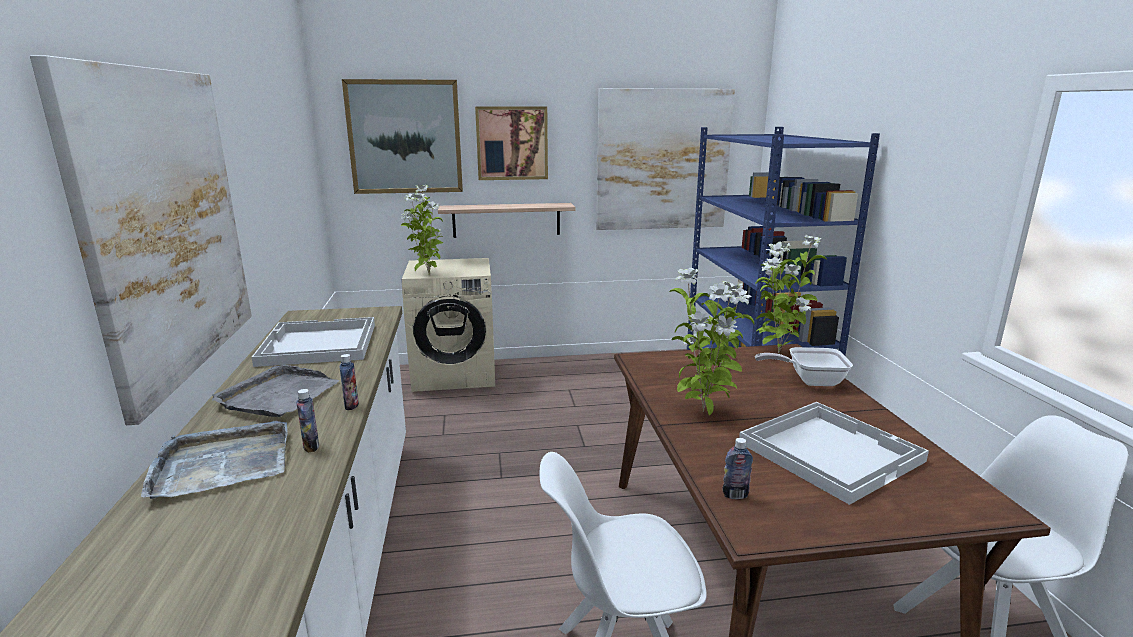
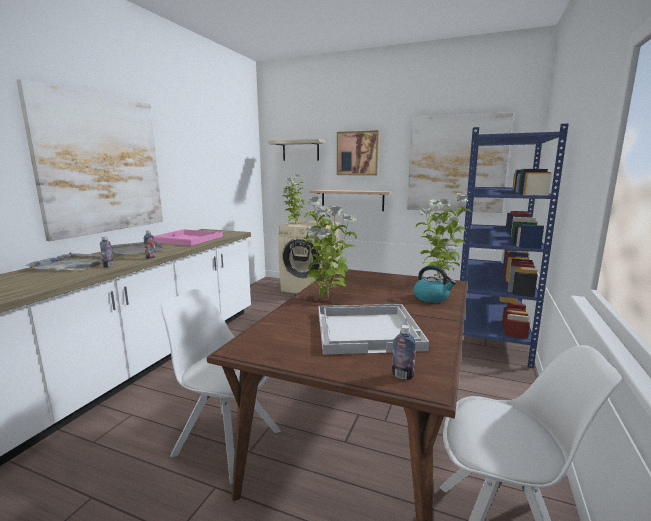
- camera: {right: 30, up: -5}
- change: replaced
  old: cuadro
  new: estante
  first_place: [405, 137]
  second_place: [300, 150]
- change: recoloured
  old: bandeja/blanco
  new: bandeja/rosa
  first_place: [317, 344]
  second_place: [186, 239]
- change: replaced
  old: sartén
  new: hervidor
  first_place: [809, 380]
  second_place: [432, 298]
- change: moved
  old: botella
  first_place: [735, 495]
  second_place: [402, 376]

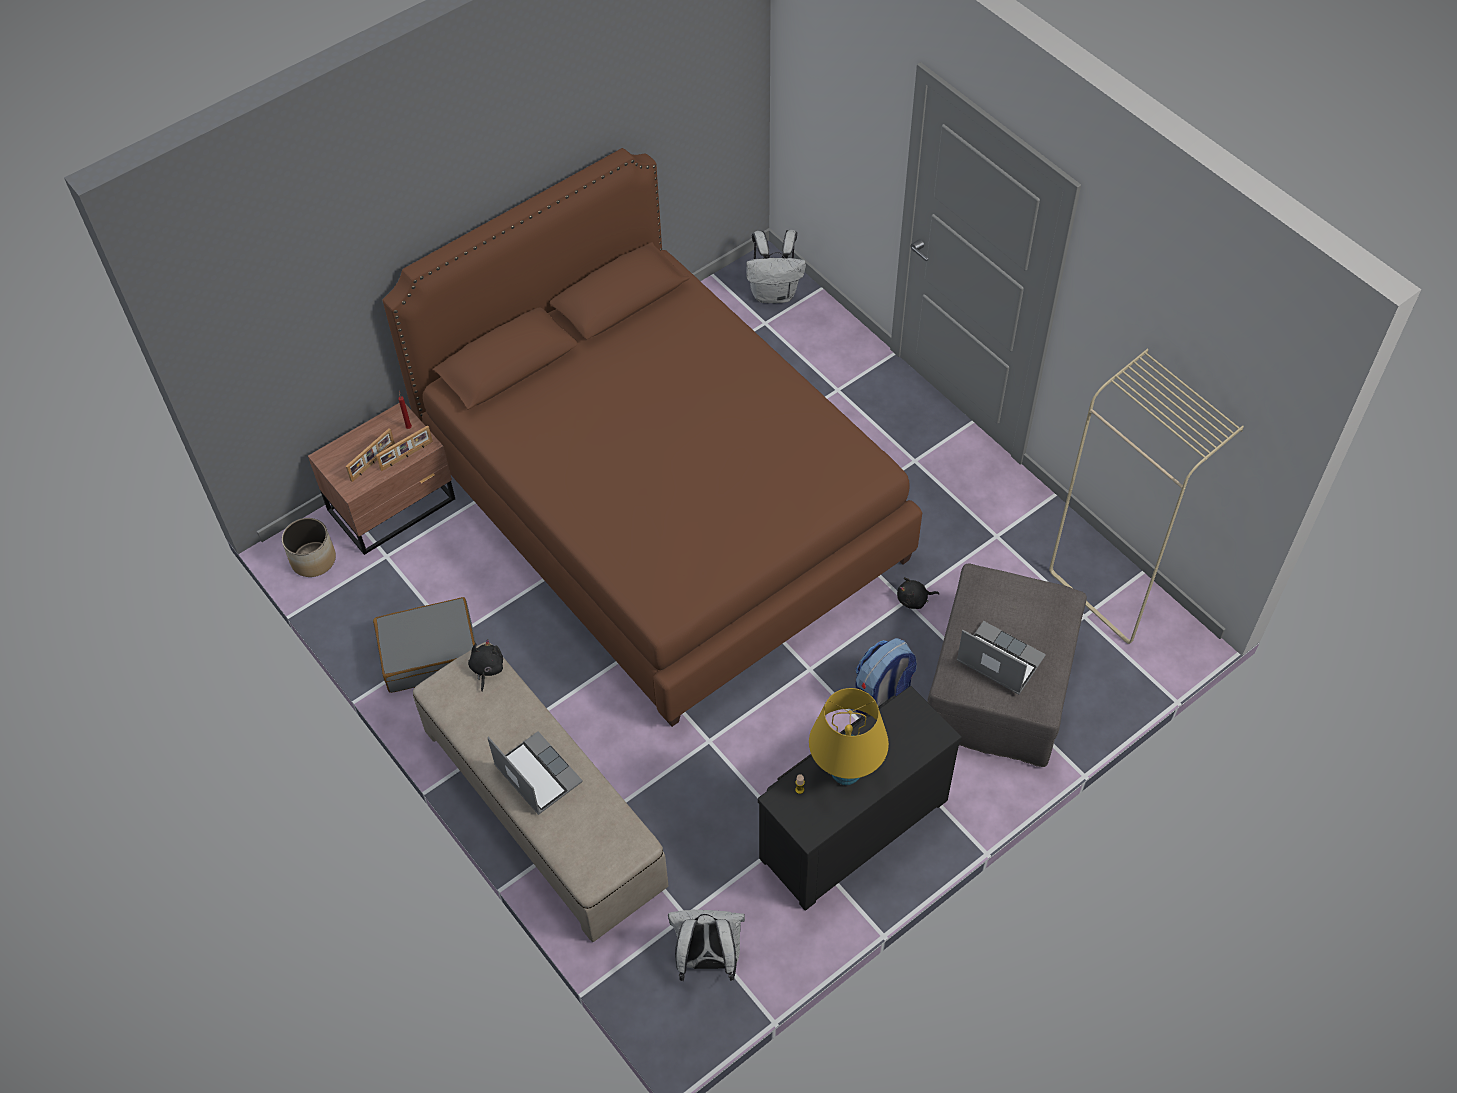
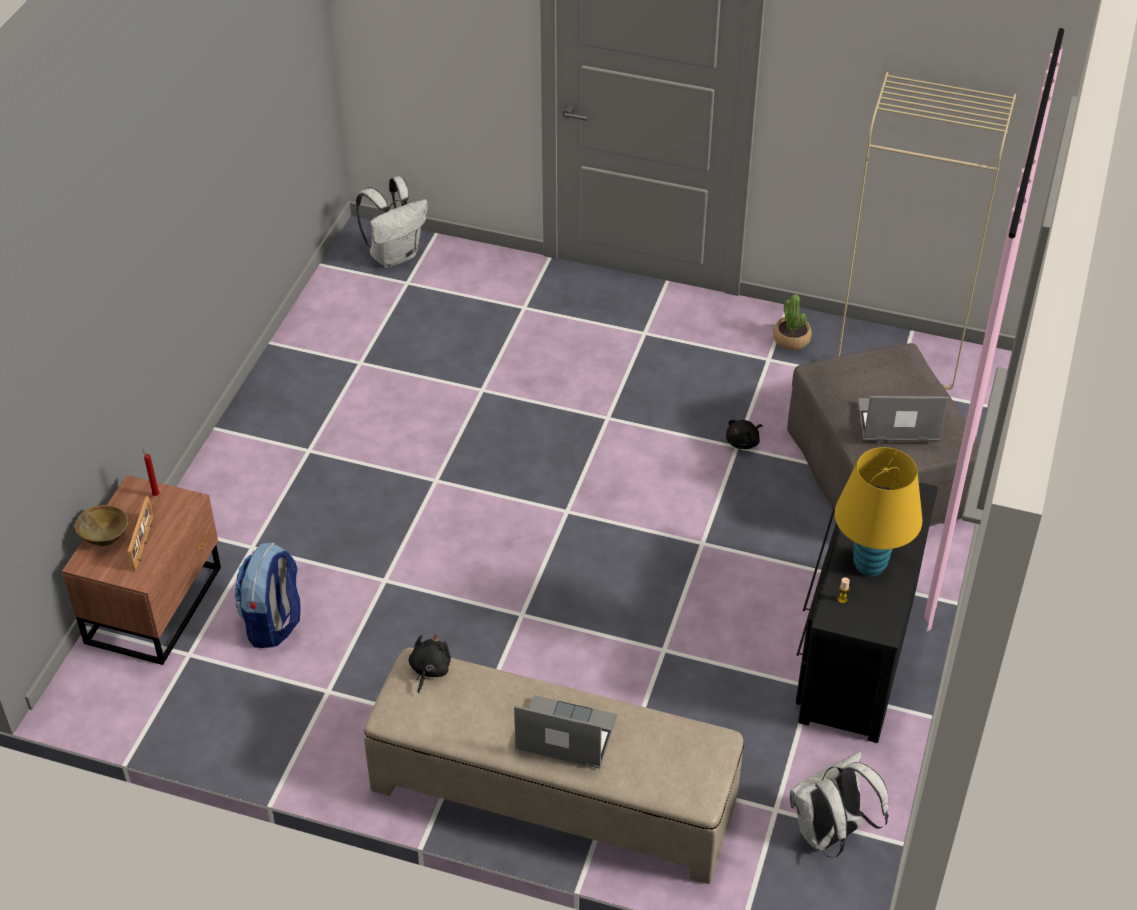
- camera: {right: -35, up: -10}
- change: removed
  old: cama/marrón
  first_place: [662, 505]
- change: removed
  old: portarretratos
  first_place: [407, 456]
- change: removed
  old: maceta
  first_place: [313, 559]
- change: removed
  old: maleta/gris
  first_place: [429, 653]
- change: moved
  old: mochila
  first_place: [882, 697]
  second_place: [273, 623]
- change: turned
  old: peluche/negro
  first_place: [487, 669]
  second_place: [429, 670]
  degrees: 45
- change: added
  new: planta en maceta
  second_place: [791, 339]
- change: added
  new: cuenco/marrón
  second_place: [106, 538]

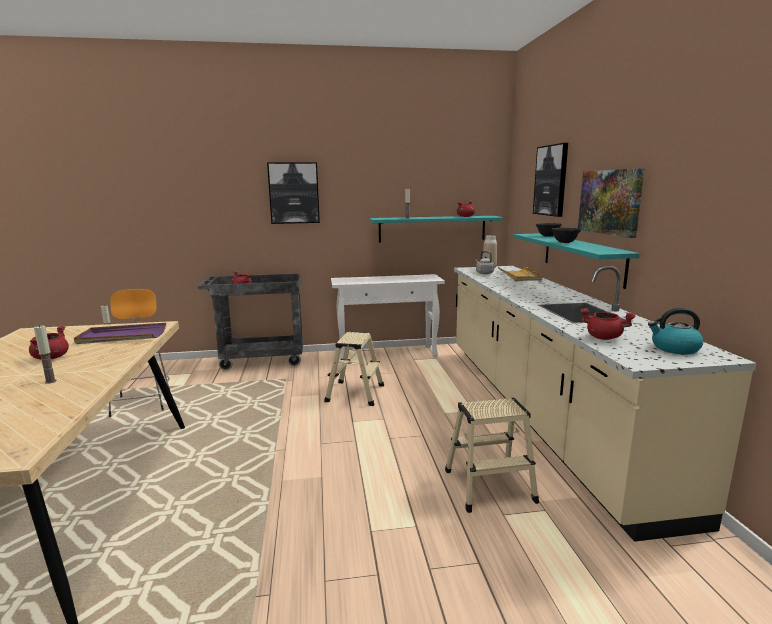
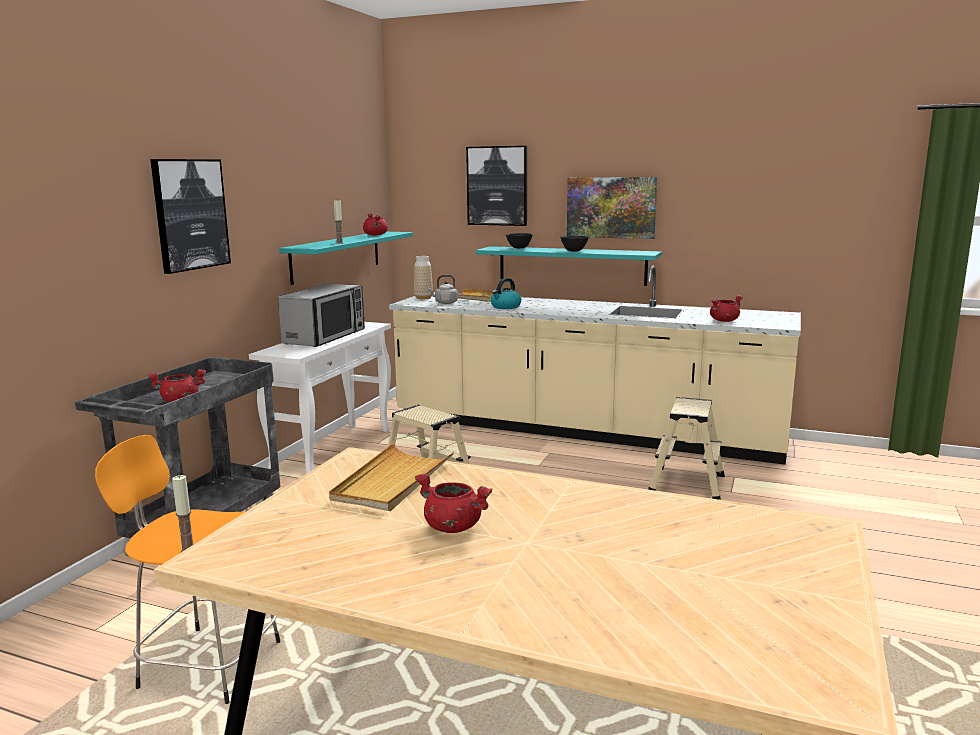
- camera: {right: -60, up: 0}
- change: moved
  old: hervidor
  first_place: [674, 348]
  second_place: [505, 307]
- change: recoloured
  old: bandeja/morado
  new: bandeja/beis
  first_place: [122, 336]
  second_place: [393, 481]
- change: removed
  old: vela
  first_place: [50, 381]
- change: added
  new: microondas
  second_place: [325, 337]

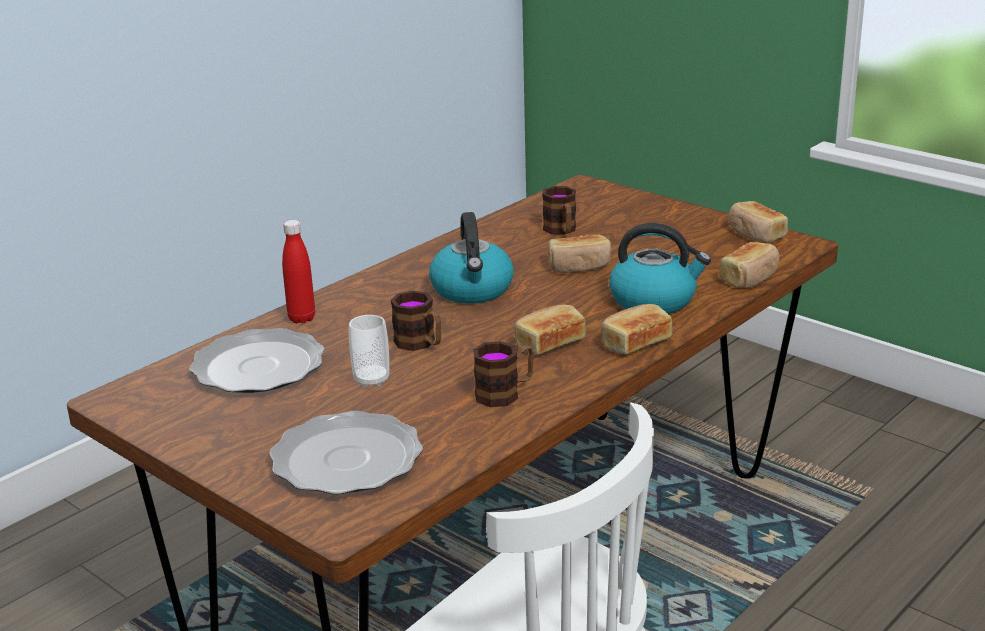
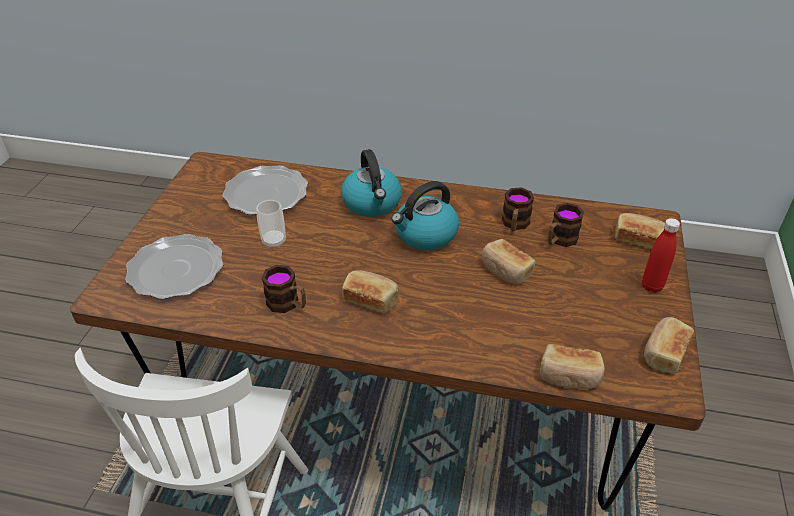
- camera: {right: 60, up: 15}
- change: moved
  old: botella/rojo
  first_place: [302, 318]
  second_place: [651, 286]
- change: moved
  old: hervidor
  first_place: [654, 300]
  second_place: [372, 203]
- change: moved
  old: taza grande
  first_place: [420, 344]
  second_place: [514, 225]
- change: moved
  old: pan
  first_place: [635, 343]
  second_place: [638, 239]

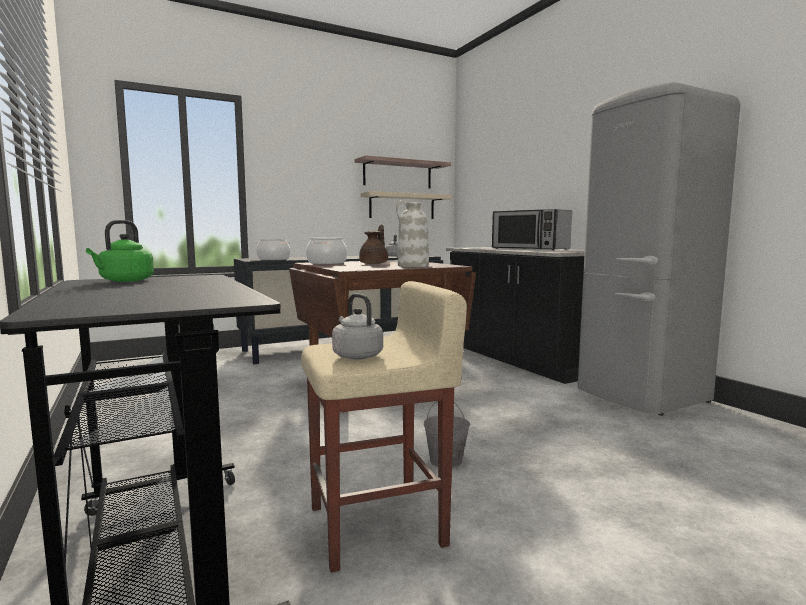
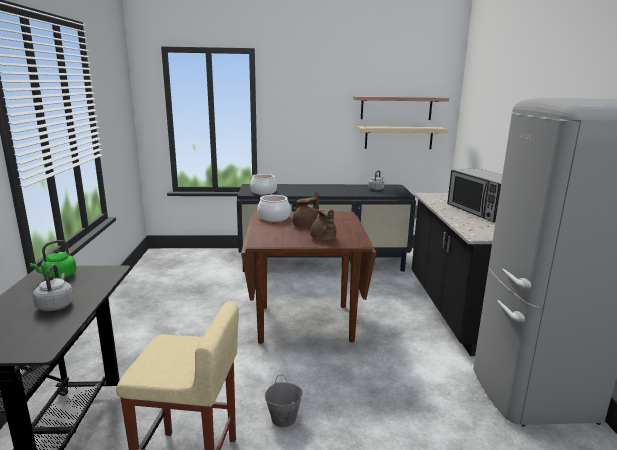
- camera: {right: 25, up: 10}
- change: replaced
  old: florero/blanco
  new: tetera/marrón
  first_place: [412, 266]
  second_place: [323, 239]
- change: moved
  old: hervidor/gris
  first_place: [356, 355]
  second_place: [56, 305]

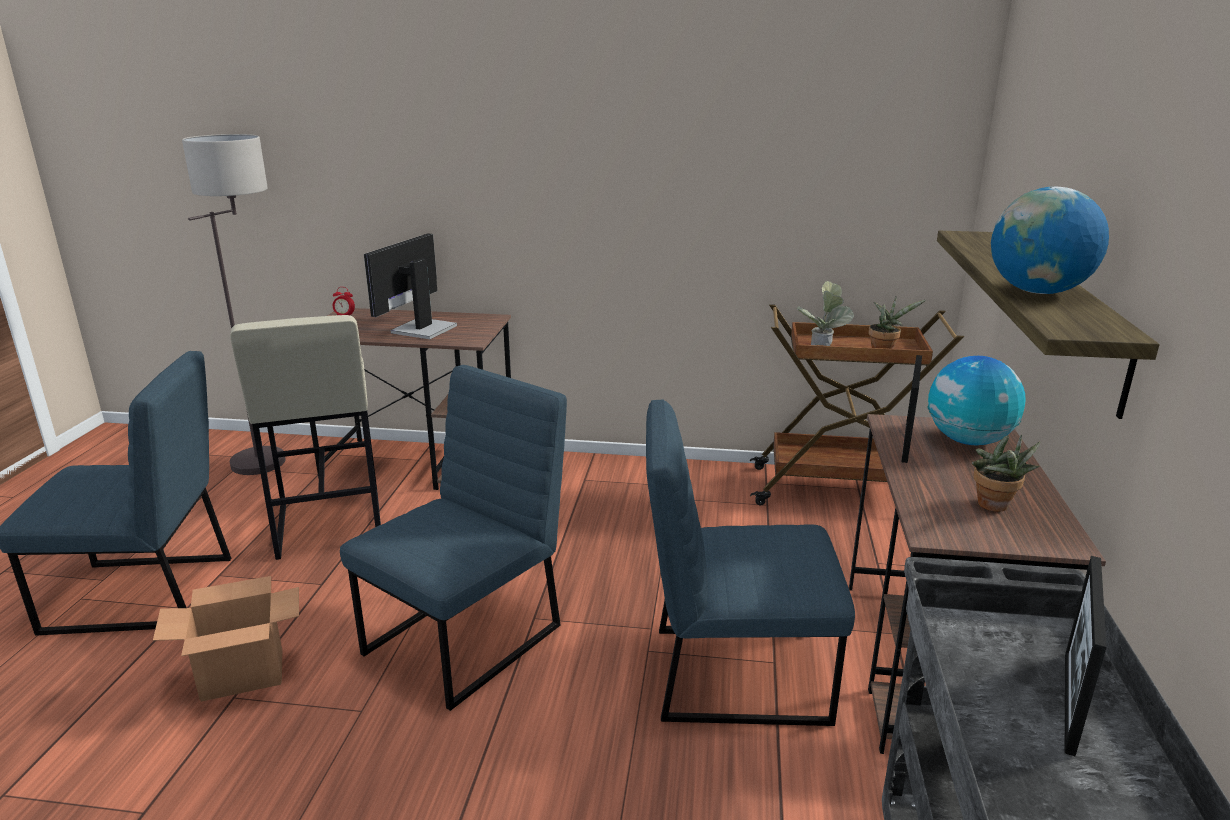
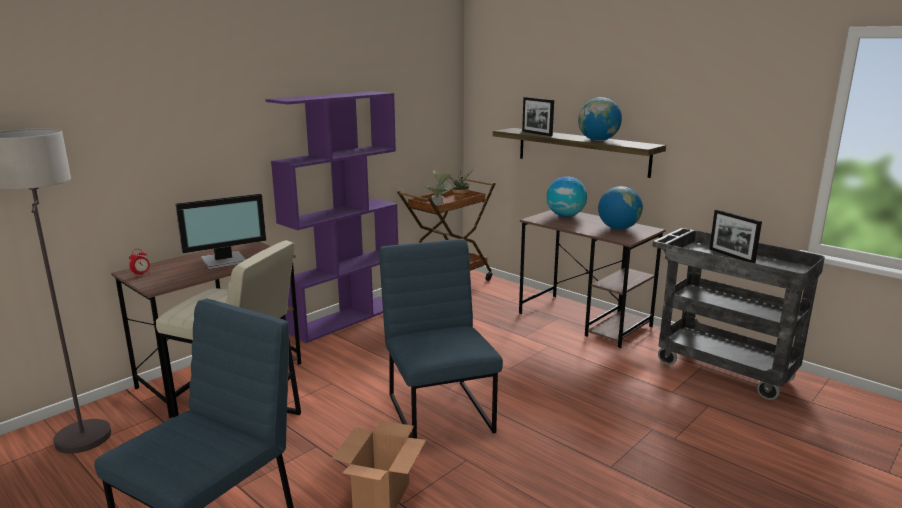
- camera: {right: -55, up: -5}
- change: turned
  old: monitor
  first_place: [421, 329]
  second_place: [225, 261]
  degrees: -90
- change: moved
  old: portarretratos
  first_place: [906, 442]
  second_place: [537, 133]
- change: removed
  old: silla/azul
  first_place: [733, 673]
- change: replaced
  old: planta en maceta
  new: globo terráqueo
  first_place: [995, 507]
  second_place: [618, 228]
- change: added
  new: estantería/morado
  second_place: [345, 318]

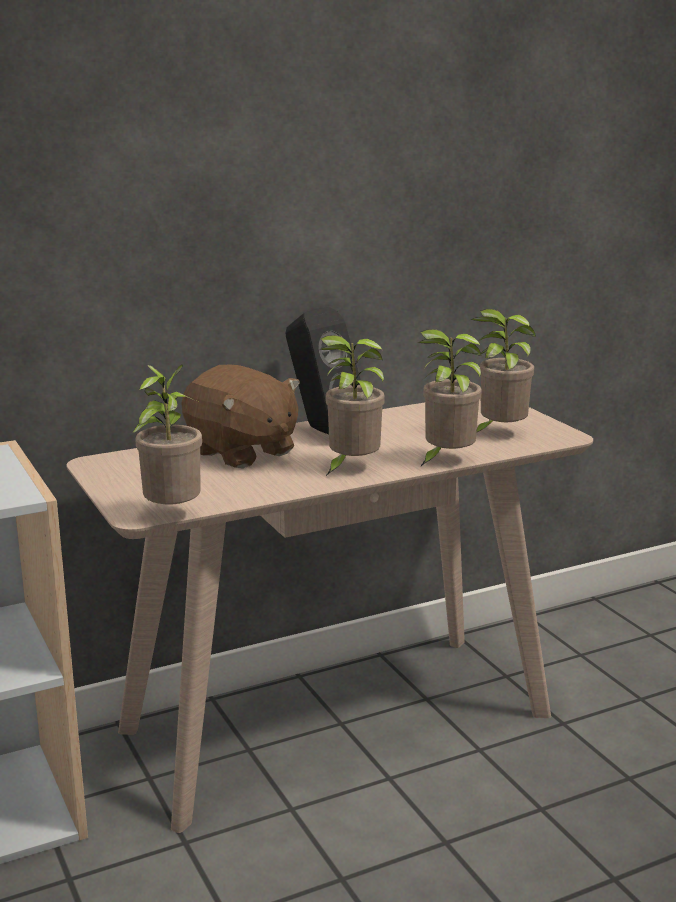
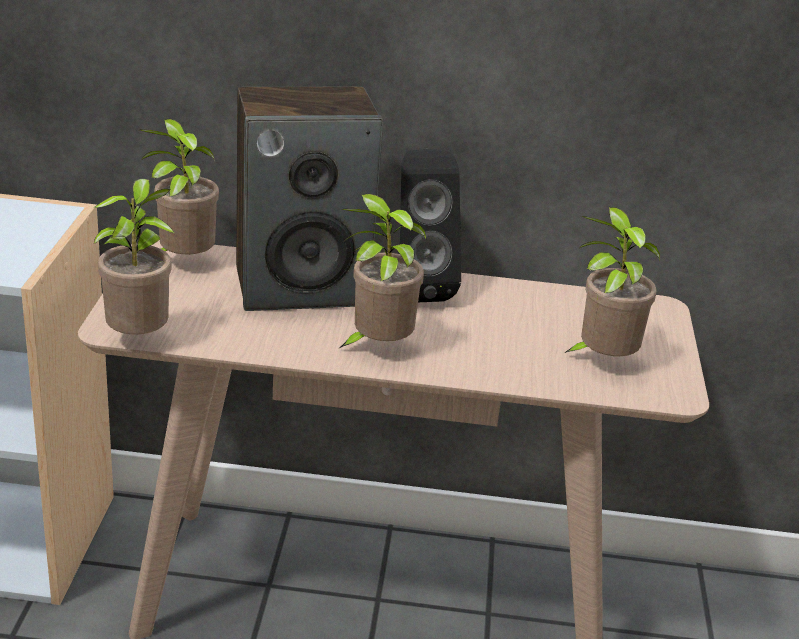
- camera: {right: 30, up: 10}
- change: moved
  old: planta en maceta
  first_place: [446, 460]
  second_place: [183, 262]
- change: replaced
  old: peluche/marrón
  new: altavoz
  first_place: [241, 452]
  second_place: [302, 286]

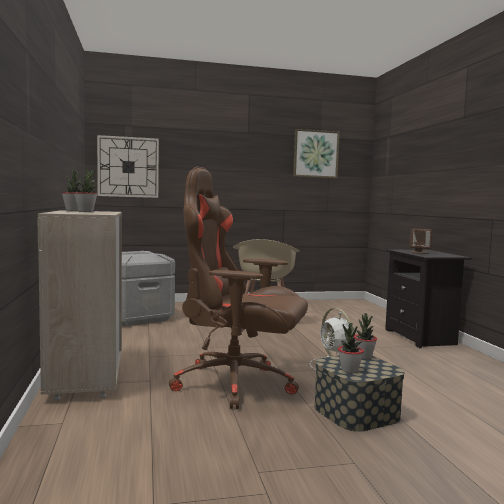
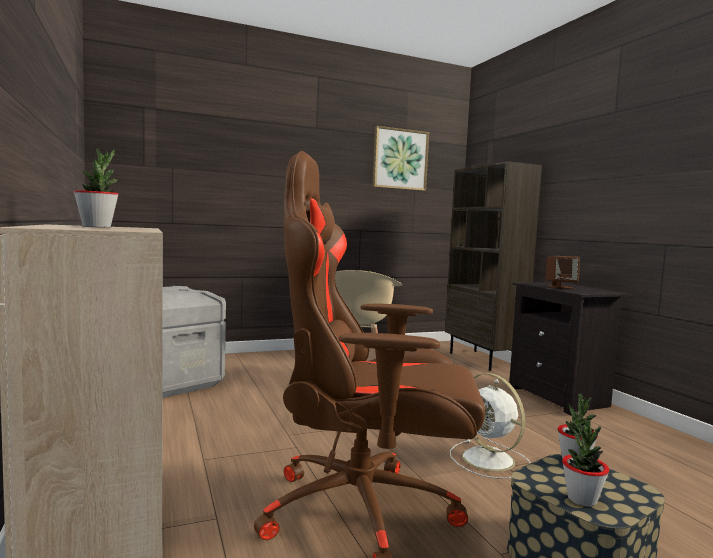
- camera: {right: -10, up: 0}
- change: removed
  old: reloj de pared
  first_place: [128, 167]
- change: removed
  old: planta en maceta
  first_place: [73, 210]
- change: added
  new: estantería/marrón
  second_place: [483, 360]

